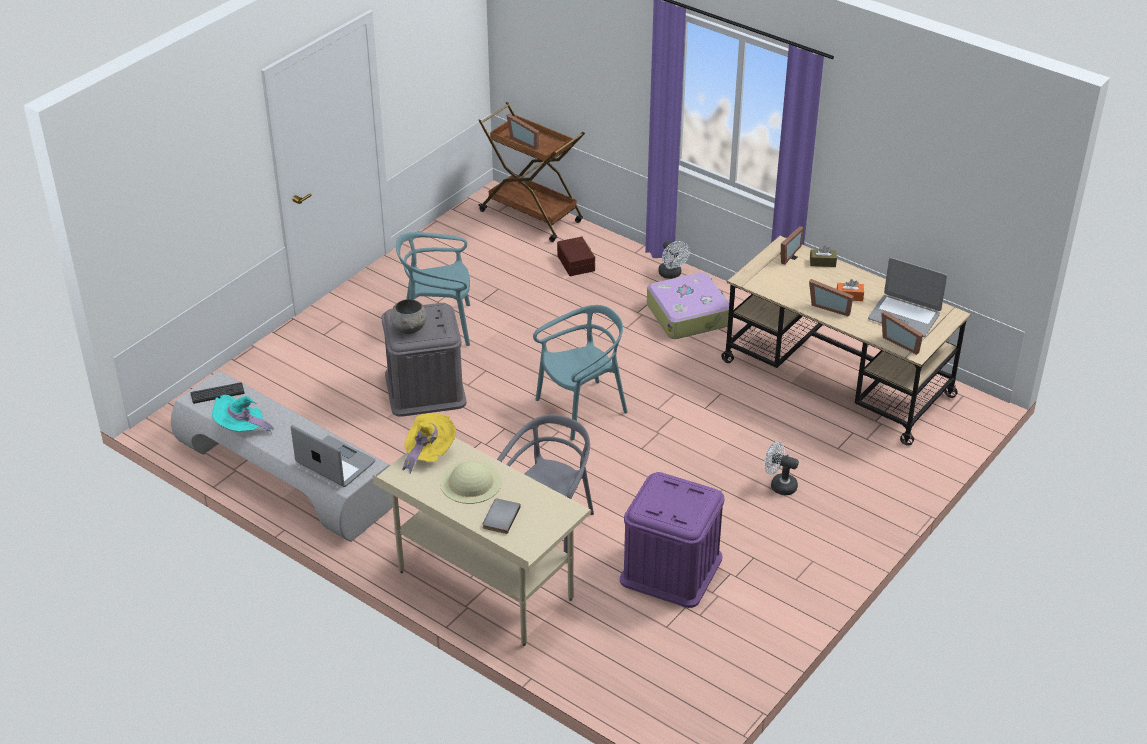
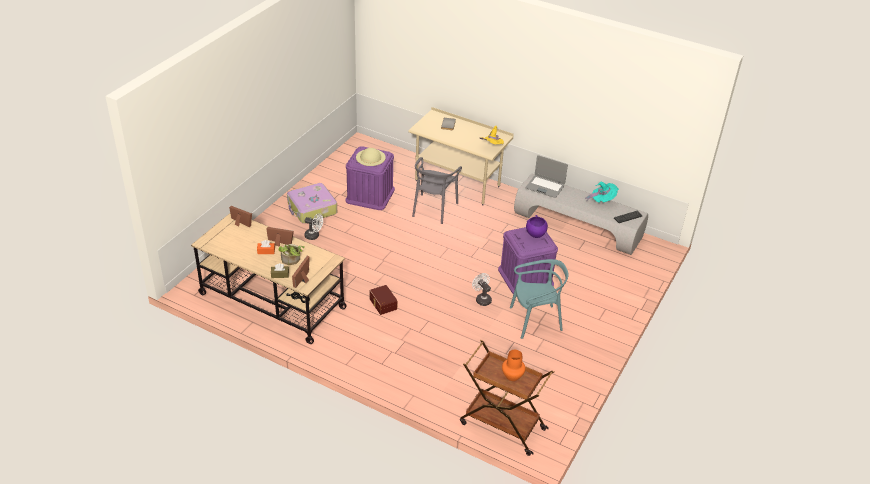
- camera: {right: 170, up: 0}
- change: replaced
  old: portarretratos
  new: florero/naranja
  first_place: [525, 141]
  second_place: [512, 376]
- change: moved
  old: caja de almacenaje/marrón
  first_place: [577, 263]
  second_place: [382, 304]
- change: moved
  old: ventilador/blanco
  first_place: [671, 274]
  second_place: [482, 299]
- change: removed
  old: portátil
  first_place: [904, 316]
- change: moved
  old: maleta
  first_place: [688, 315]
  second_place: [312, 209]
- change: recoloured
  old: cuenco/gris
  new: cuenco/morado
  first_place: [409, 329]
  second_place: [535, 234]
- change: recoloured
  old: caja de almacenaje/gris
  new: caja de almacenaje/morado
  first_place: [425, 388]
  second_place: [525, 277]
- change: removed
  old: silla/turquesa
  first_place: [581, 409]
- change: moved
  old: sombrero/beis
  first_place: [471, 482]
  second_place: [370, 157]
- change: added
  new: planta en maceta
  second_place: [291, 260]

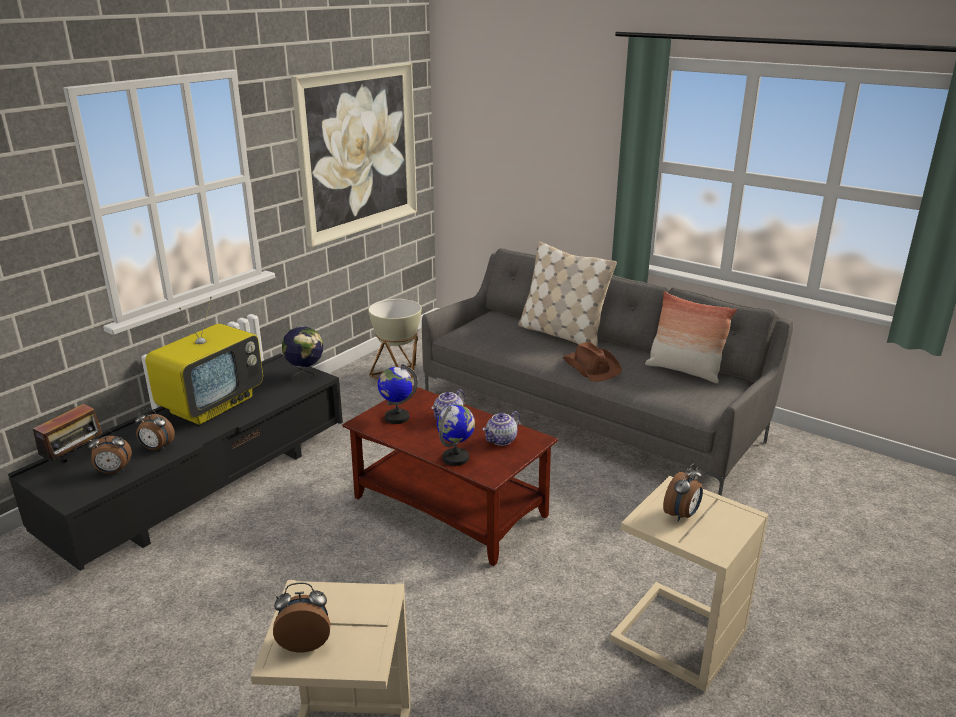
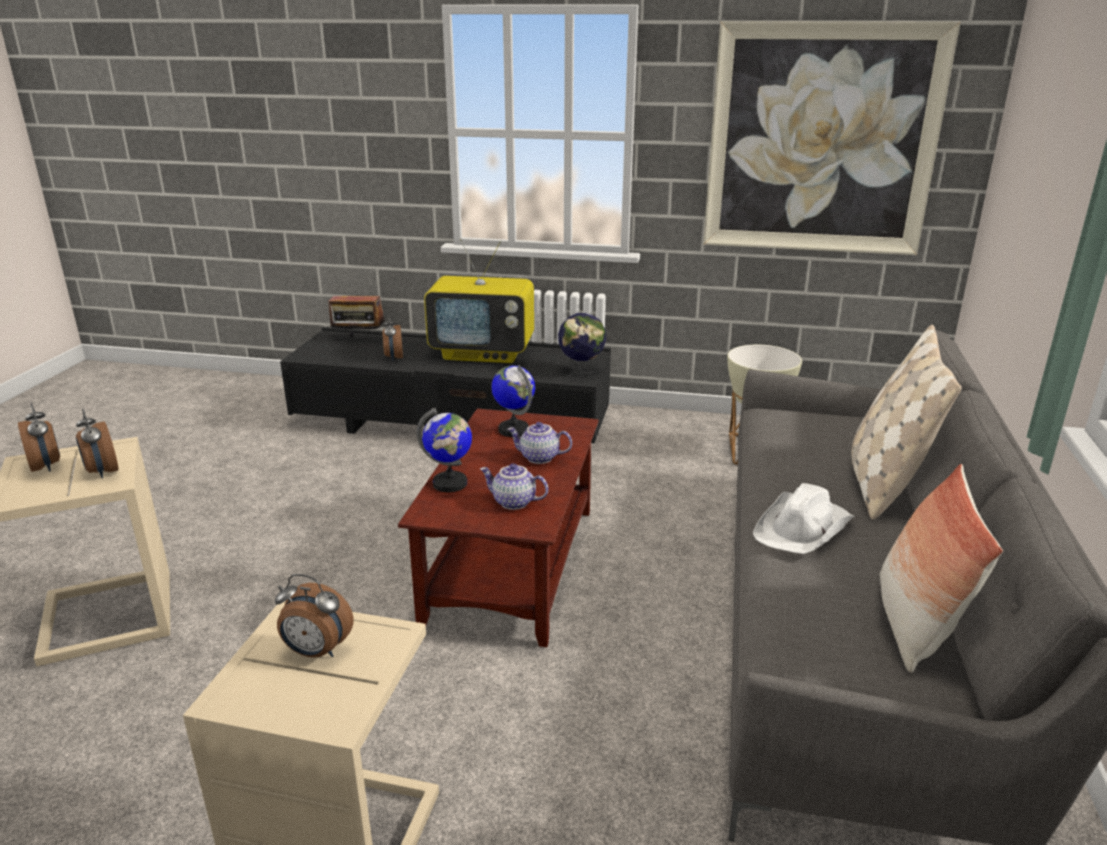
- camera: {right: 65, up: 0}
- change: recoloured
  old: sombrero/marrón
  new: sombrero/blanco
  first_place: [591, 367]
  second_place: [804, 527]
- change: moved
  old: despertador
  first_place: [113, 471]
  second_place: [102, 472]

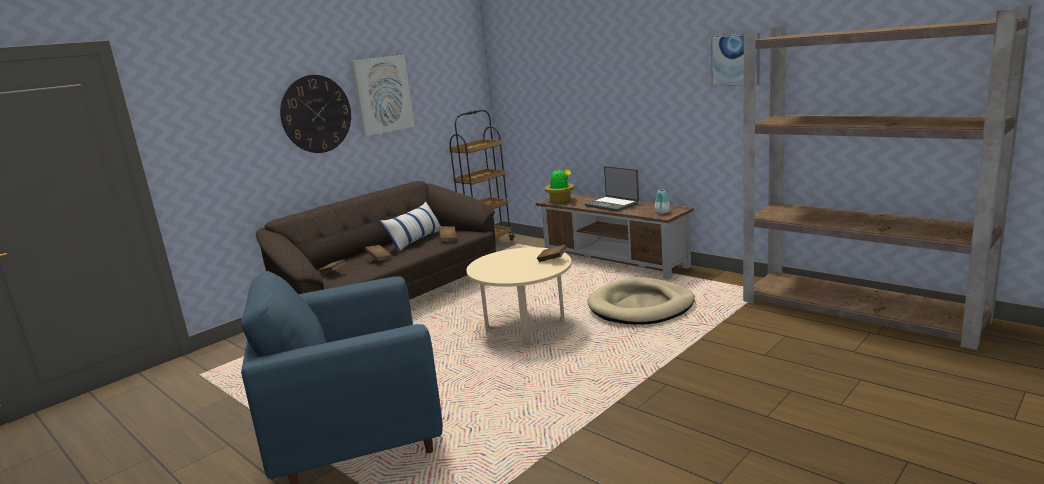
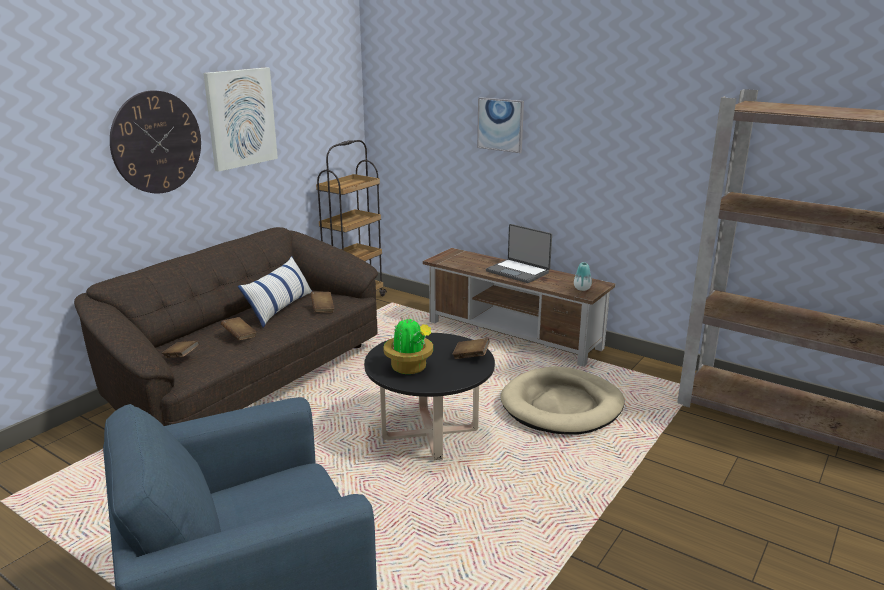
- camera: {right: -10, up: 5}
- change: moved
  old: cuadro
  first_place: [735, 60]
  second_place: [500, 124]
- change: moved
  old: planta en maceta
  first_place: [561, 201]
  second_place: [410, 368]
- change: recoloured
  old: mesa de centro/beis
  new: mesa de centro/negro
  first_place: [525, 328]
  second_place: [430, 434]

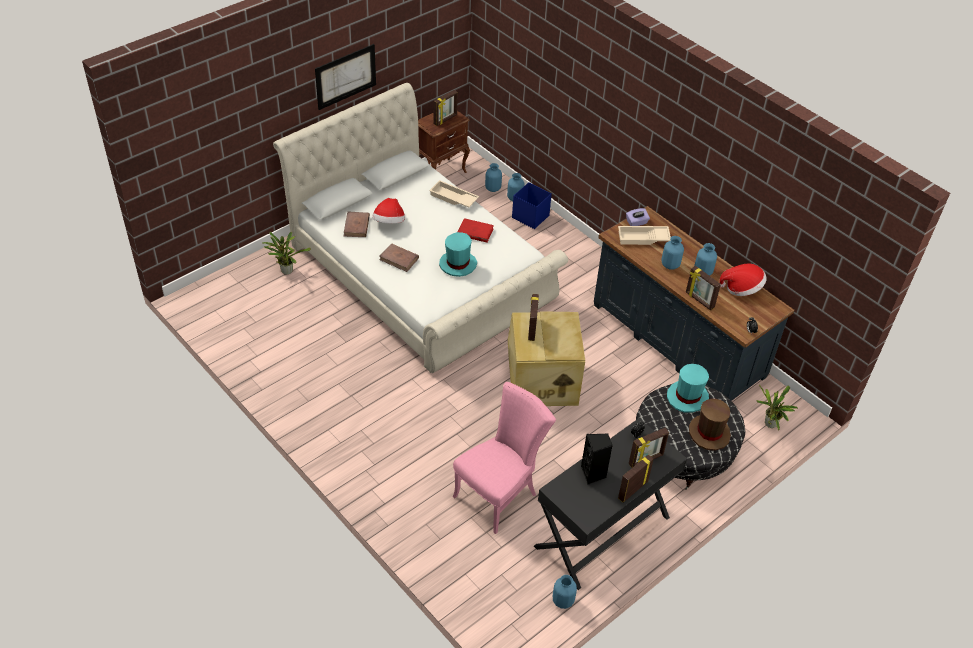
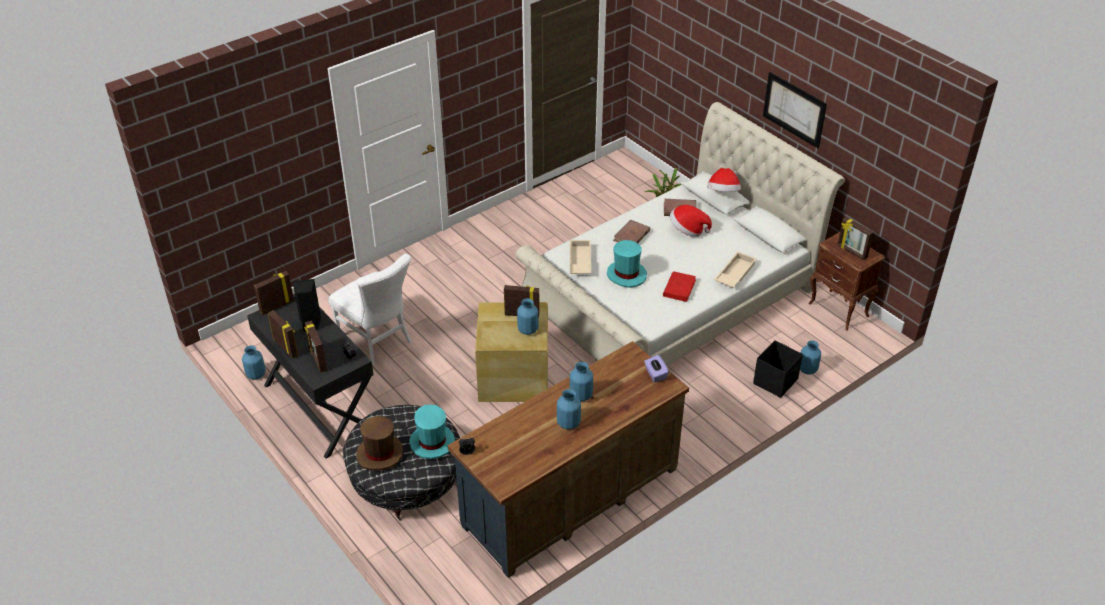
- camera: {right: 95, up: -5}
- change: moved
  old: florero/azul
  first_place: [493, 188]
  second_place: [528, 330]
- change: recoloured
  old: caja de almacenaje/azul
  new: caja de almacenaje/negro
  first_place: [530, 216]
  second_place: [776, 381]
- change: moved
  old: bandeja/beis
  first_place: [643, 238]
  second_place: [579, 261]
- change: moved
  old: sombrero
  first_place: [742, 288]
  second_place: [723, 193]
- change: moved
  old: portarretratos
  first_place: [699, 300]
  second_place: [276, 306]
- change: recoloured
  old: silla/rosa
  new: silla/blanco
  first_place: [500, 493]
  second_place: [377, 340]
- change: removed
  old: planta en maceta
  first_place: [769, 425]

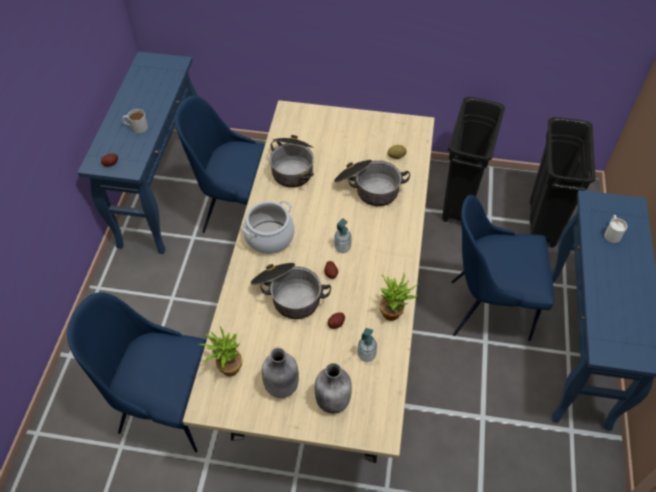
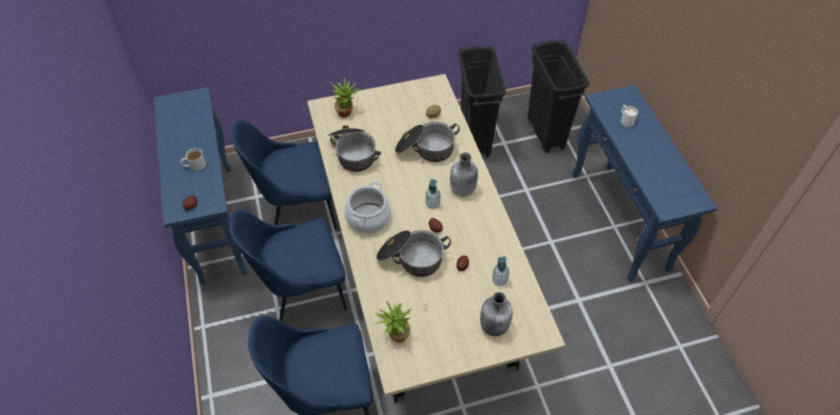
- camera: {right: -25, up: 0}
- change: moved
  old: silla/azul
  first_place: [488, 310]
  second_place: [304, 296]
- change: moved
  old: planta en maceta
  first_place: [394, 312]
  second_place: [347, 111]
- change: moved
  old: botella/gris
  first_place: [281, 387]
  second_place: [463, 190]

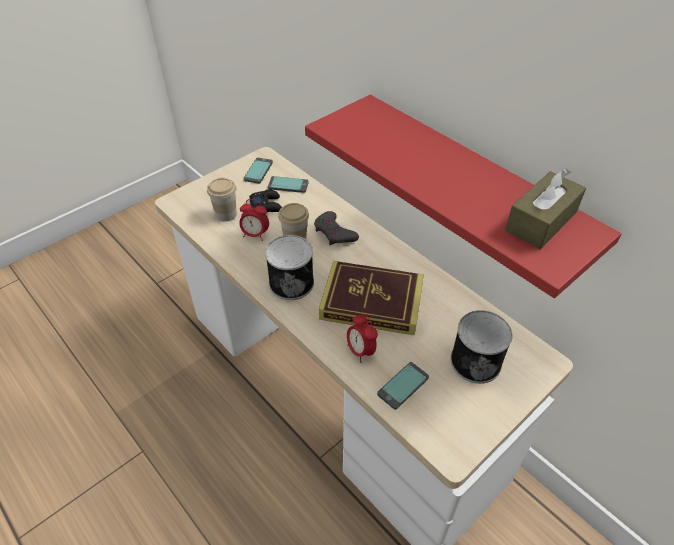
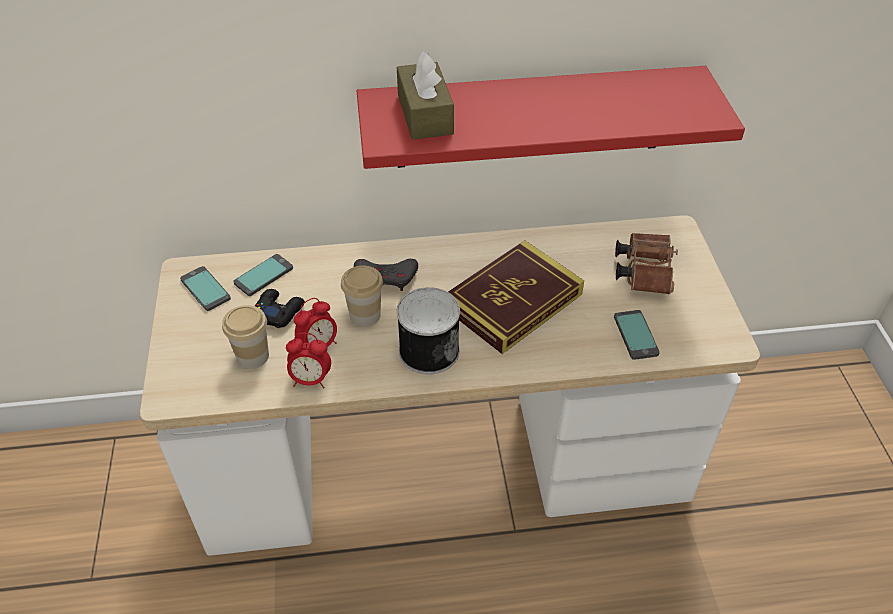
- camera: {right: -55, up: 0}
- change: moved
  old: caja de pañuelos/marrón
  first_place: [541, 221]
  second_place: [425, 114]
- change: replaced
  old: lata
  new: prismáticos/marrón
  first_place: [475, 360]
  second_place: [643, 271]
- change: moved
  old: despertador
  first_place: [360, 351]
  second_place: [311, 380]

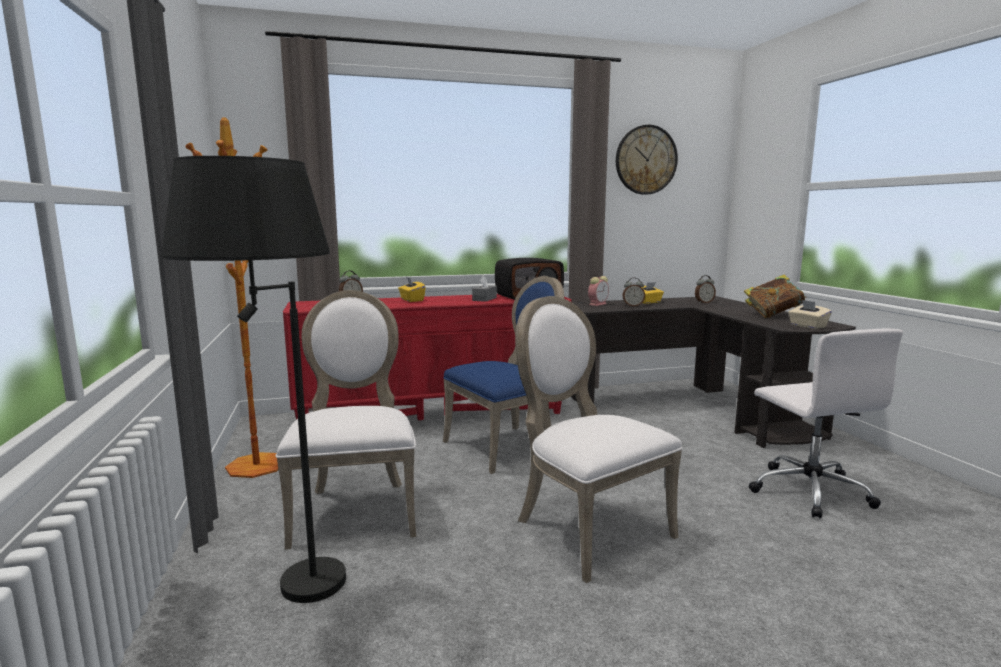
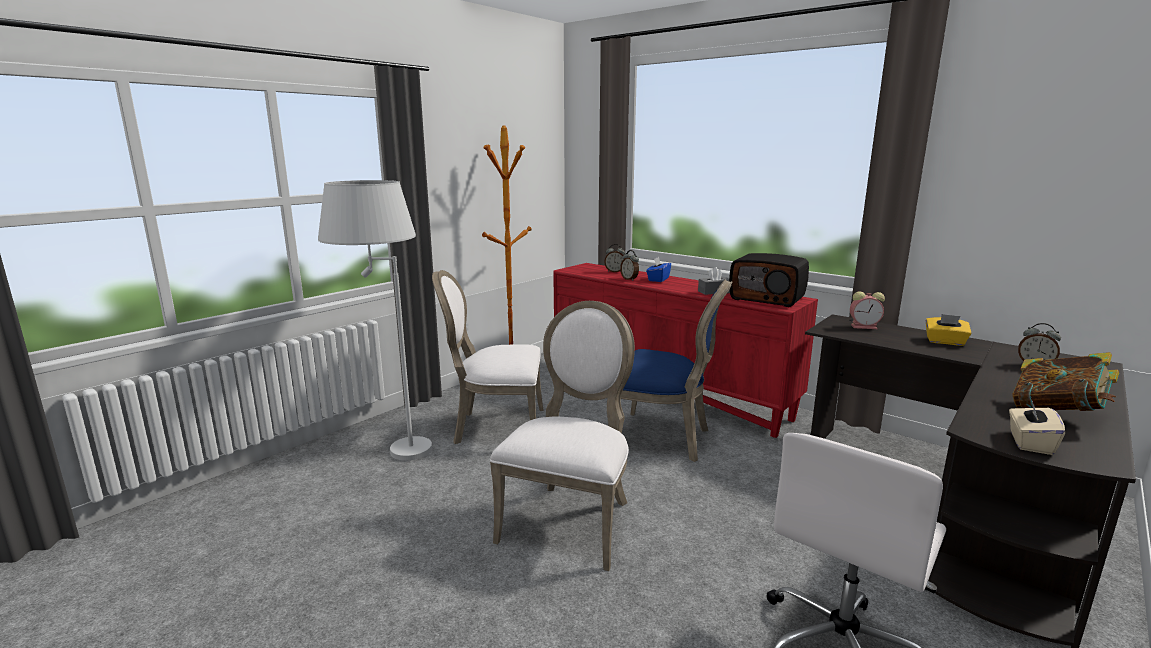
- camera: {right: 55, up: 5}
- change: removed
  old: reloj de pared
  first_place: [646, 160]
- change: recoloured
  old: lámpara de pie/negro
  new: lámpara de pie/blanco
  first_place: [281, 600]
  second_place: [389, 449]
- change: recoloured
  old: caja de pañuelos/amarillo
  new: caja de pañuelos/azul
  first_place: [411, 300]
  second_place: [658, 279]
- change: moved
  old: despertador
  first_place: [633, 306]
  second_place: [629, 279]
- change: turned
  old: silla/blanco
  first_place: [356, 510]
  second_place: [496, 427]
  degrees: -135

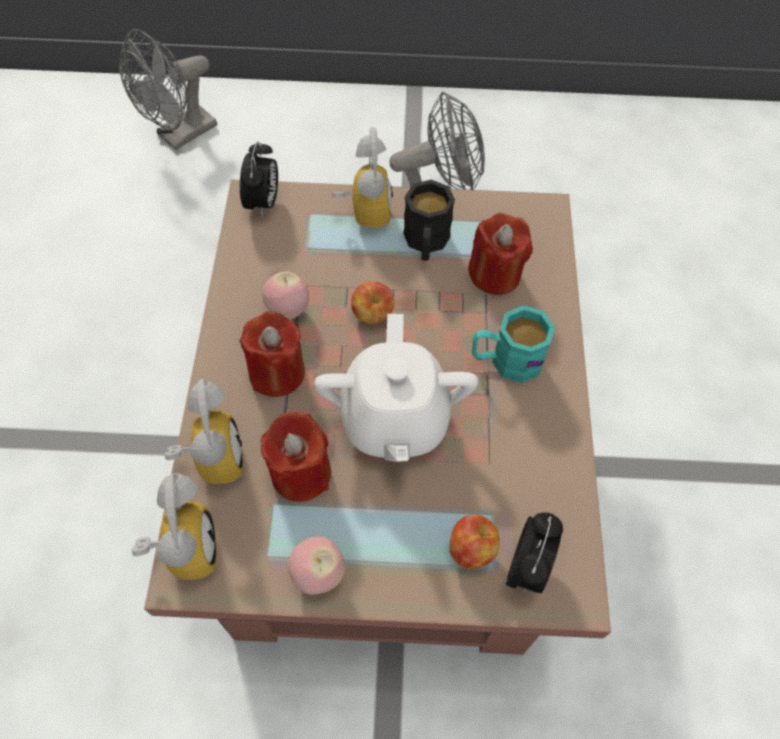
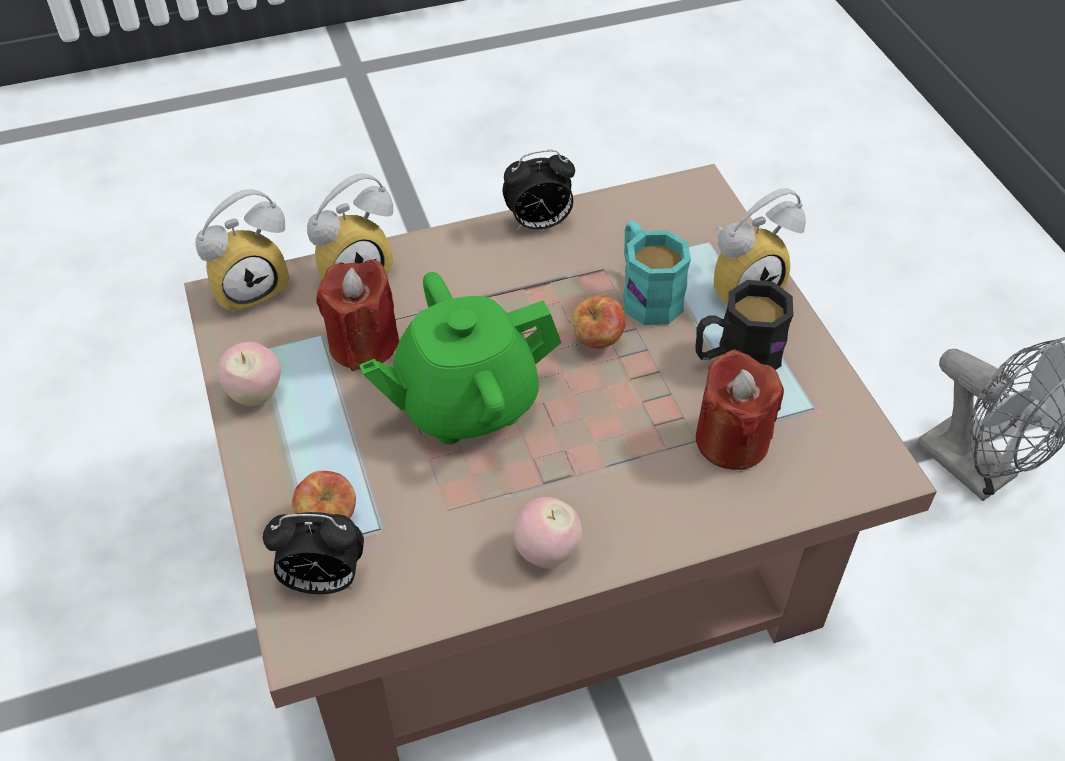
- camera: {right: 70, up: -10}
- change: removed
  old: ventilador/gris
  first_place: [180, 136]
- change: moved
  old: despertador
  first_place: [263, 203]
  second_place: [539, 224]
- change: moved
  old: manzana
  first_place: [288, 310]
  second_place: [546, 552]
- change: moved
  old: taza grande/turquesa
  first_place: [506, 360]
  second_place: [646, 293]
- change: removed
  old: vela/rojo
  first_place: [277, 373]
- change: recoloured
  old: tetera/blanco
  new: tetera/verde
  first_place: [394, 419]
  second_place: [465, 402]

